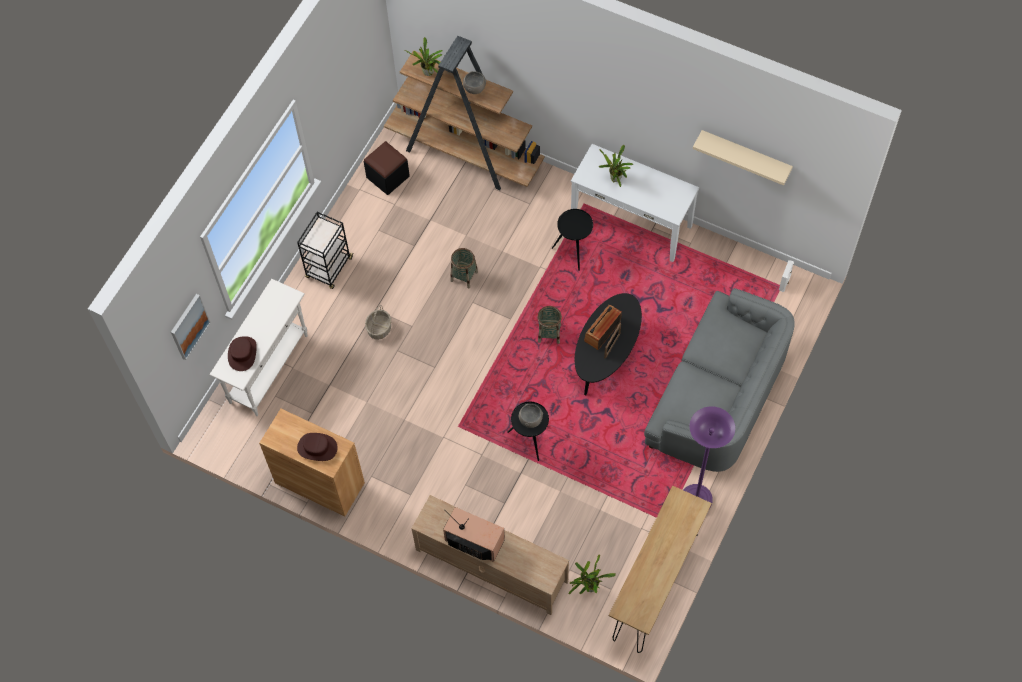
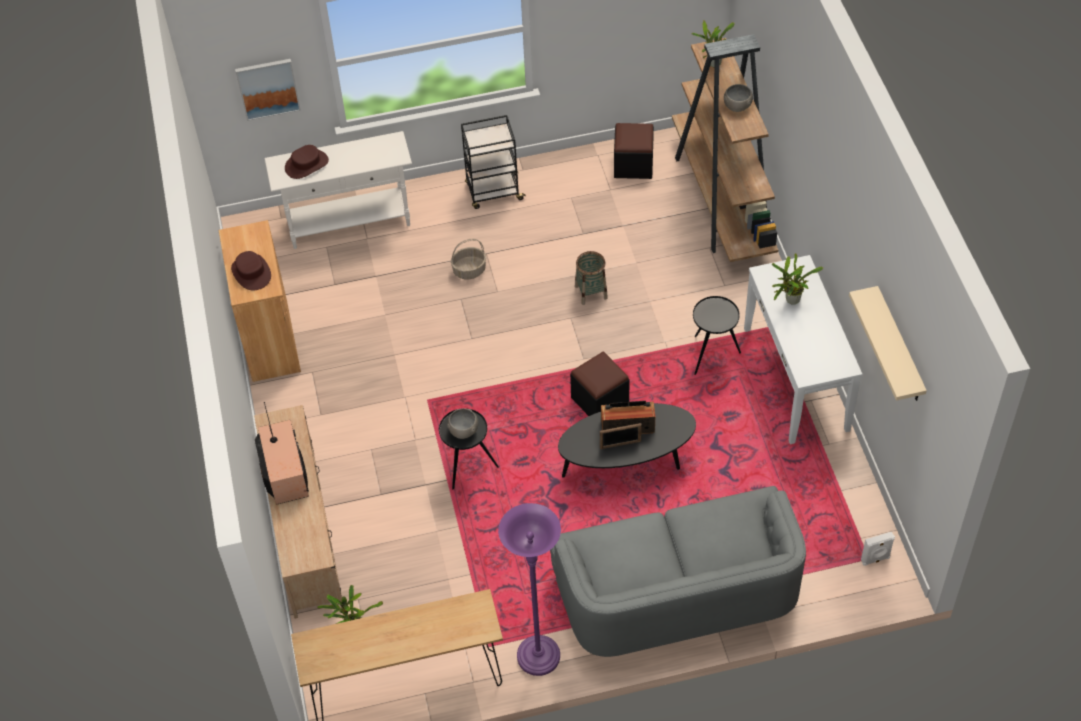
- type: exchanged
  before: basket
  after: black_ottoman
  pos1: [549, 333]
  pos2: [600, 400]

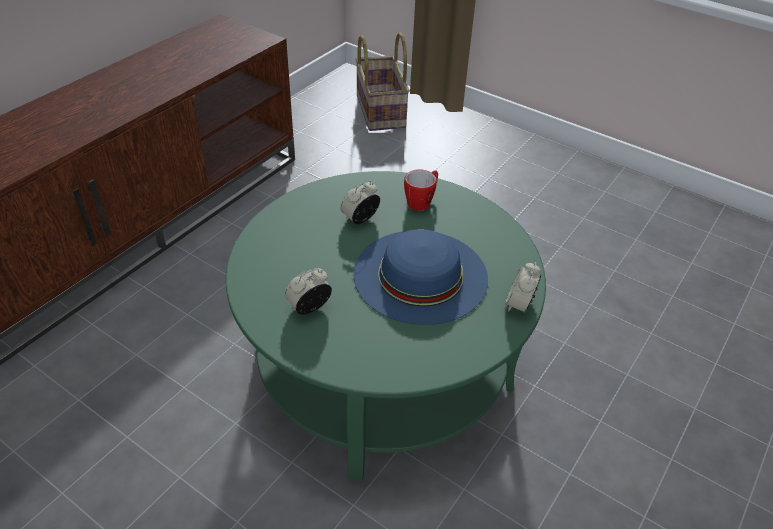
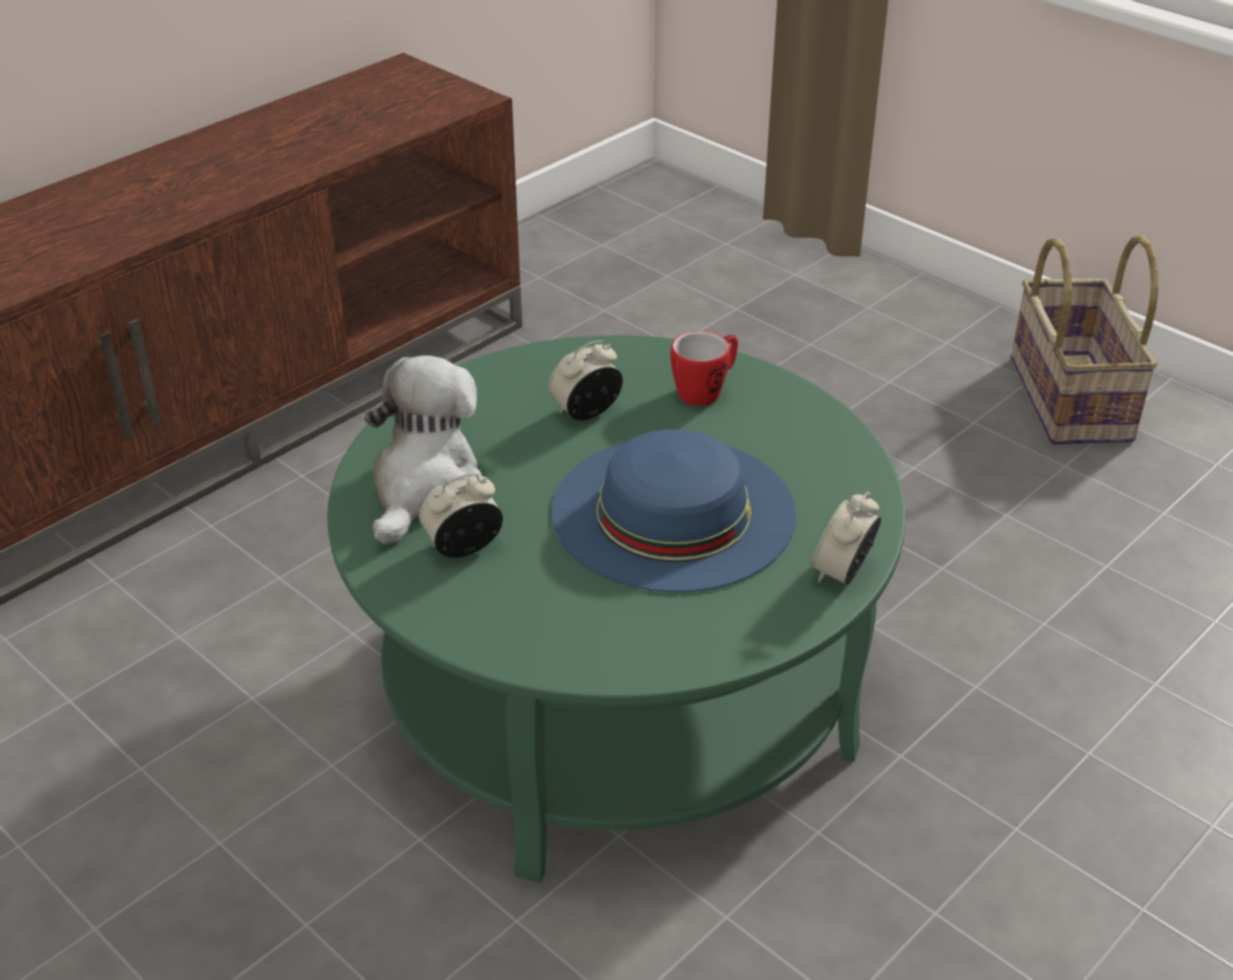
- type: appeared
  after: plush_toy
  pos2: [423, 485]
- type: relocated
  before: basket
  pos1: [379, 111]
  pos2: [1067, 398]

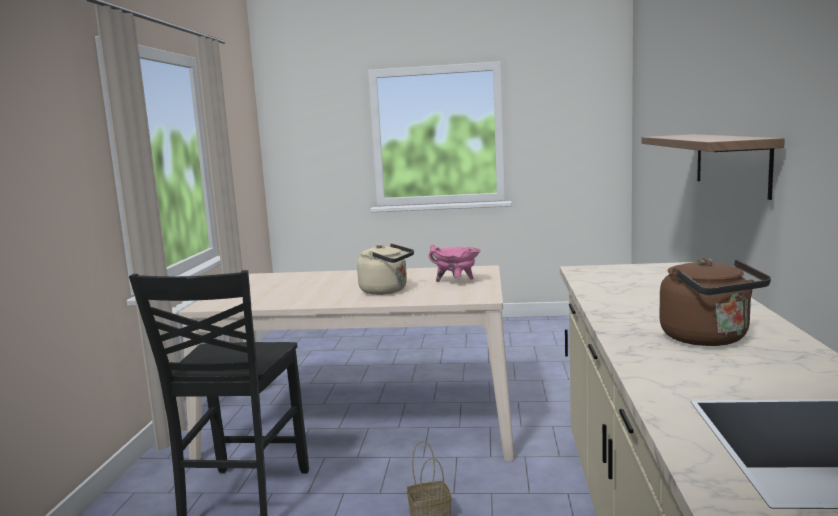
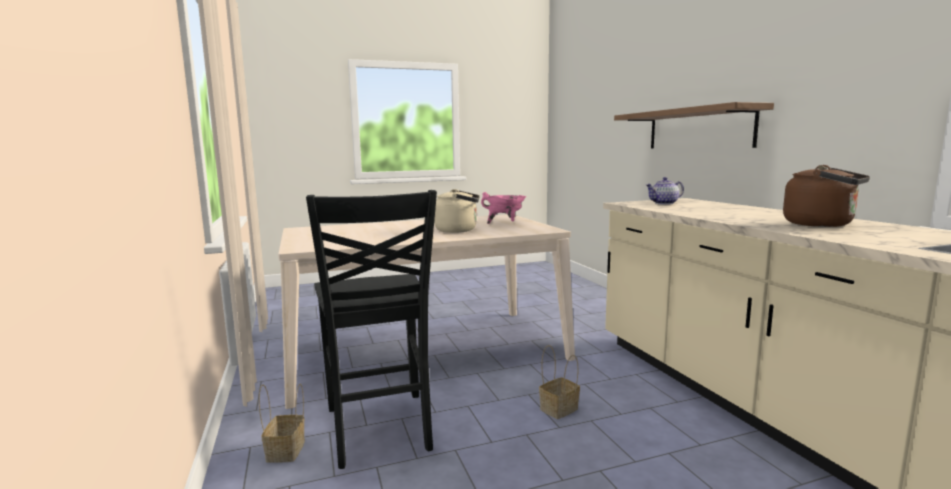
- type: appeared
  after: basket
  pos2: [286, 451]
- type: appeared
  after: teapot
  pos2: [664, 203]

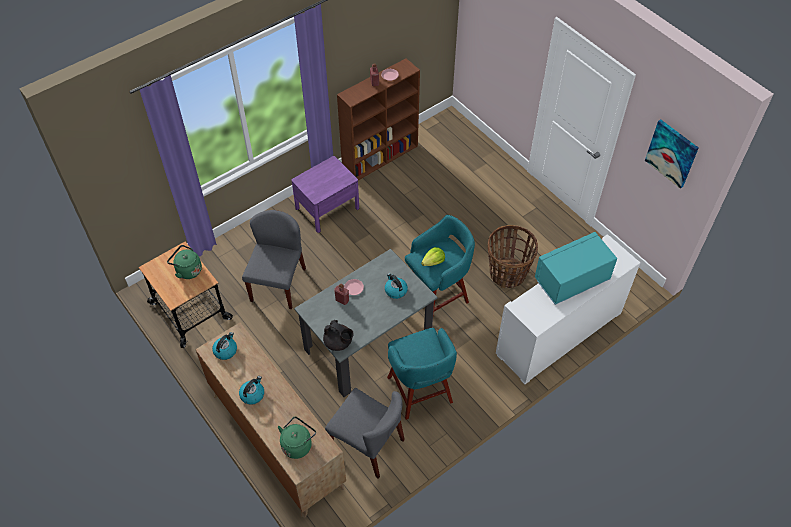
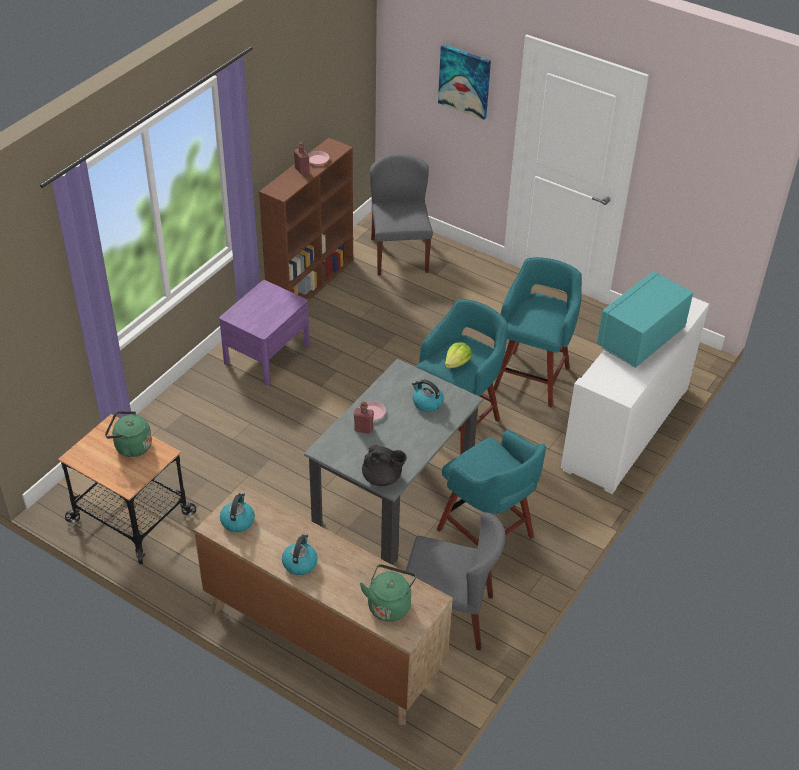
- type: relocated
  before: grey_chair
  pos1: [278, 284]
  pos2: [399, 254]
- type: relocated
  before: picture
  pos1: [672, 153]
  pos2: [464, 81]
- type: exchanged
  before: basket
  after: turquoise_stool
  pos1: [507, 273]
  pos2: [532, 377]

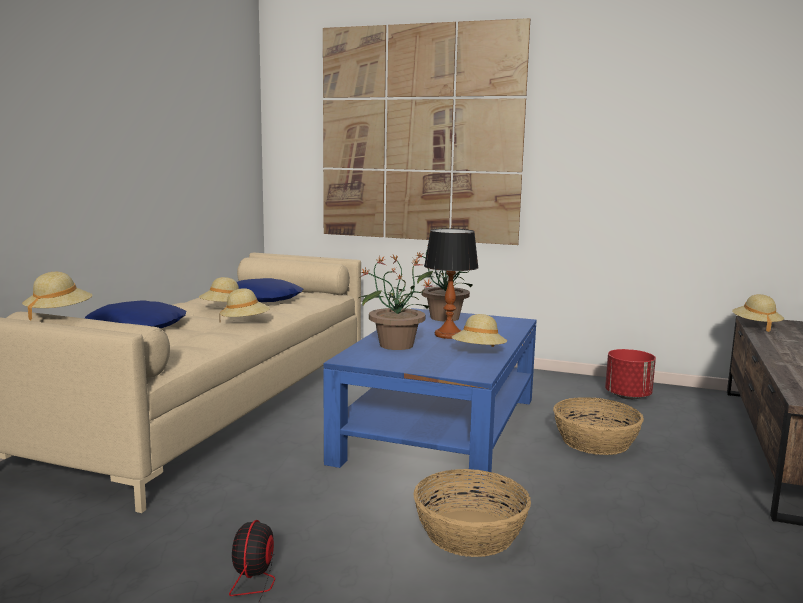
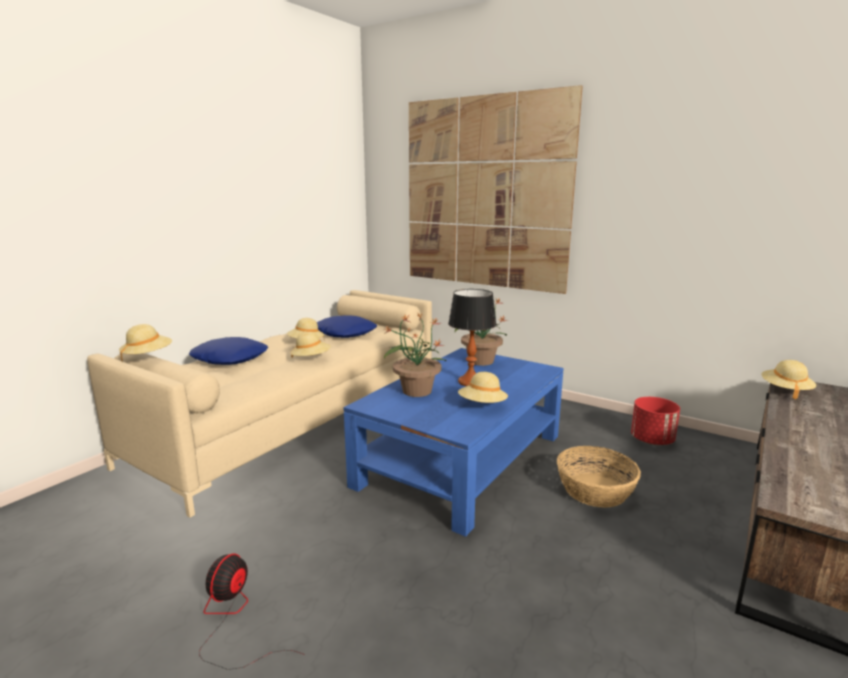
- type: missing
  before: basket
  pos1: [470, 533]

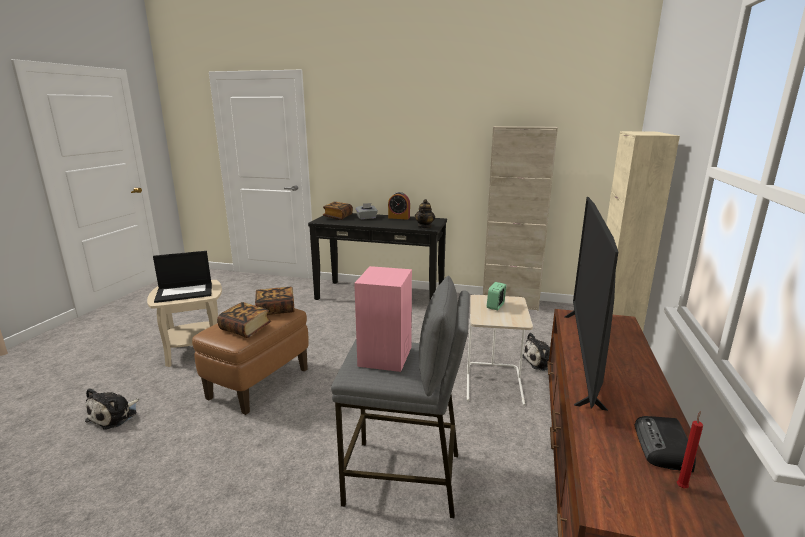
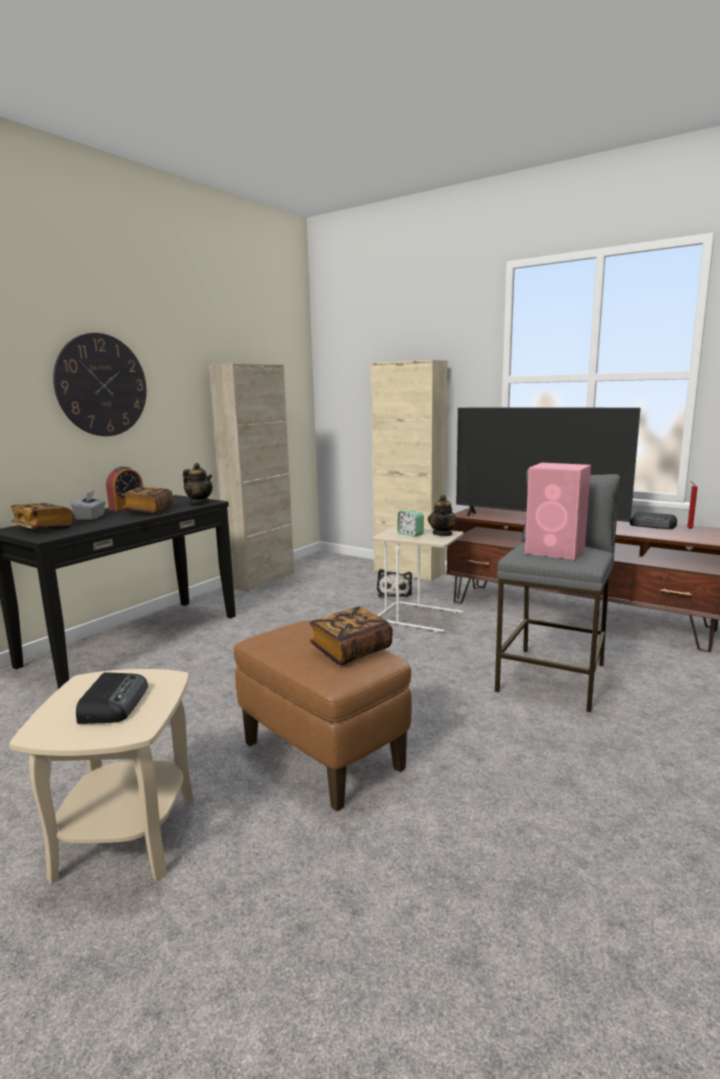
- type: appeared
  after: wall_clock
  pos2: [102, 385]
- type: exchanged
  before: laptop
  after: radio
  pos1: [185, 292]
  pos2: [114, 703]
- type: relocated
  before: book
  pos1: [276, 310]
  pos2: [148, 511]
- type: appeared
  after: teapot
  pos2: [442, 534]
- type: missing
  before: plush_toy
  pos1: [114, 416]

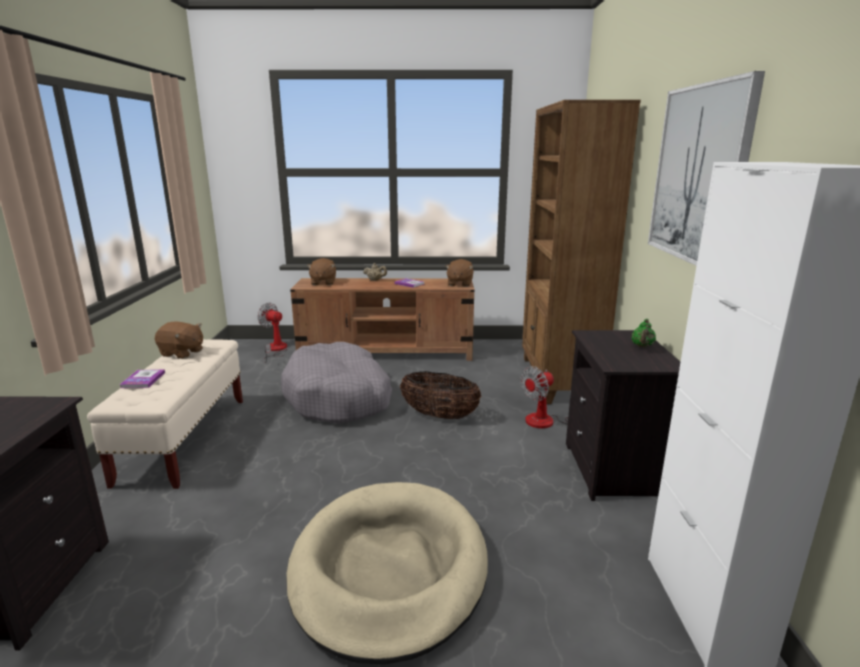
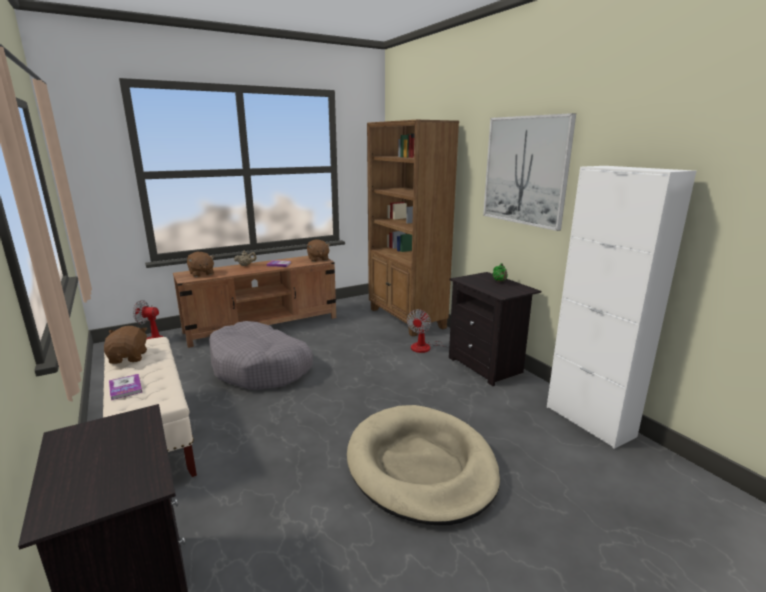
- type: spun
  before: brown_plush_toy
  pos1: [182, 353]
  pos2: [129, 357]
  turn: -90
- type: missing
  before: basket
  pos1: [439, 416]

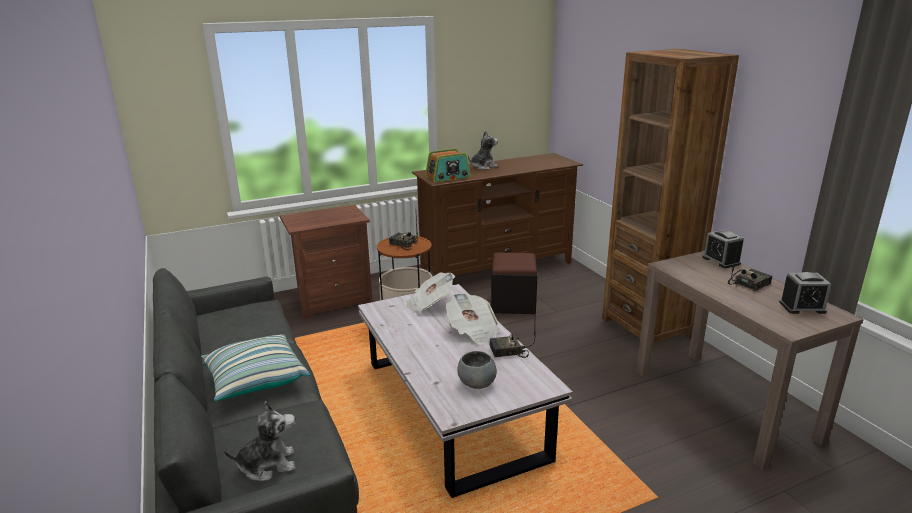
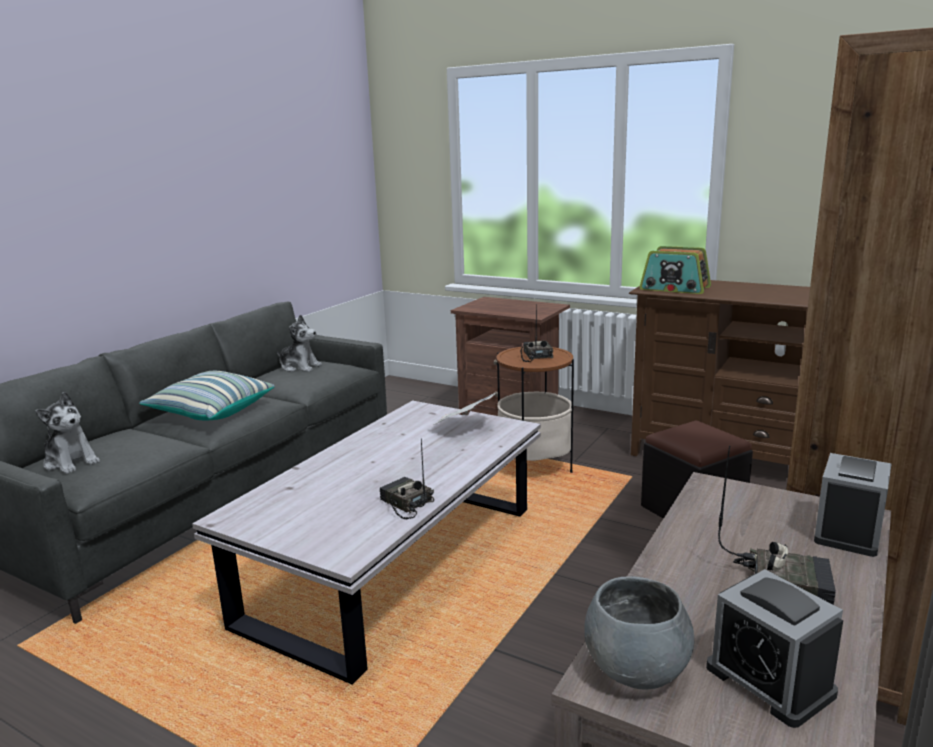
- type: relocated
  before: plush_toy
  pos1: [483, 167]
  pos2: [299, 367]
- type: relocated
  before: grey_bowl
  pos1: [477, 383]
  pos2: [637, 669]
- type: missing
  before: newspaper
  pos1: [472, 331]

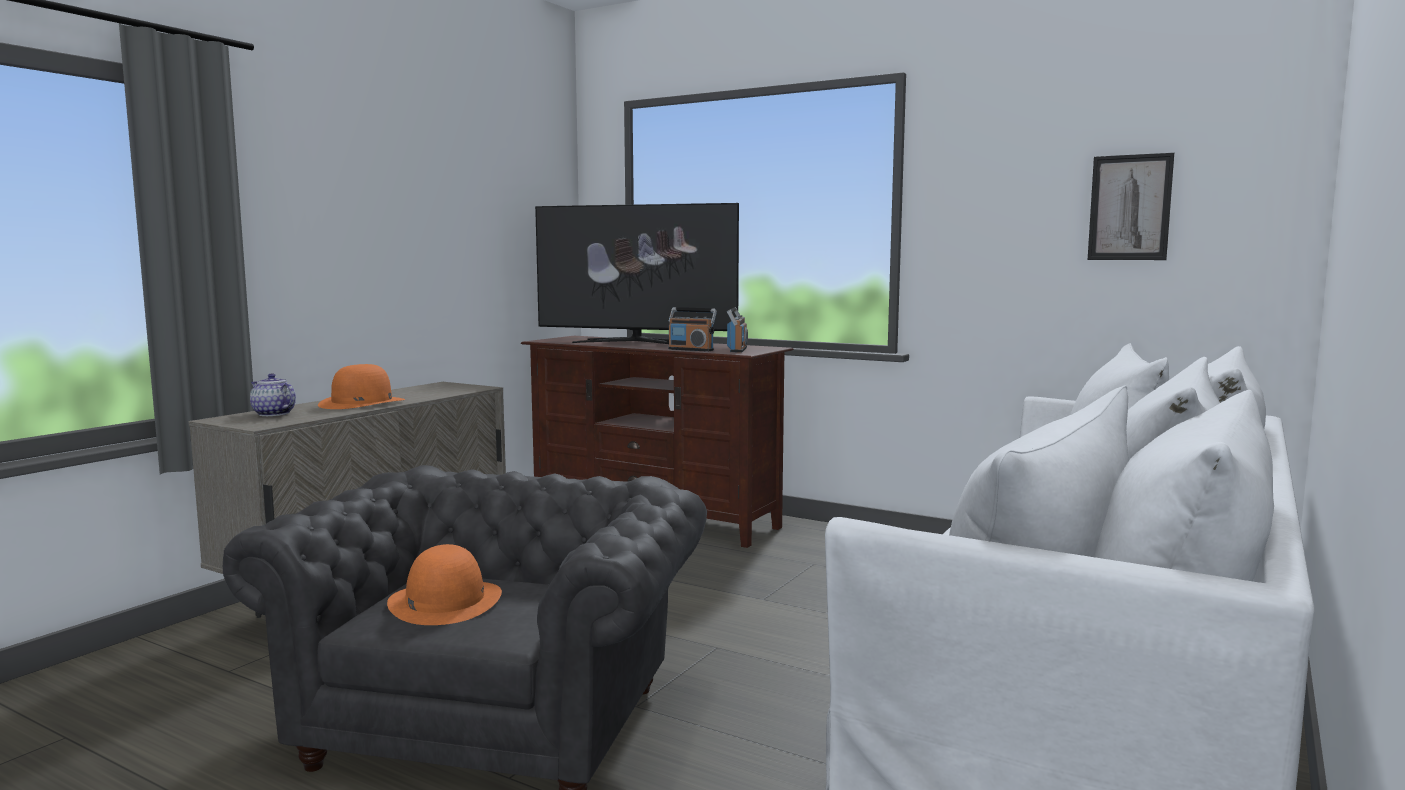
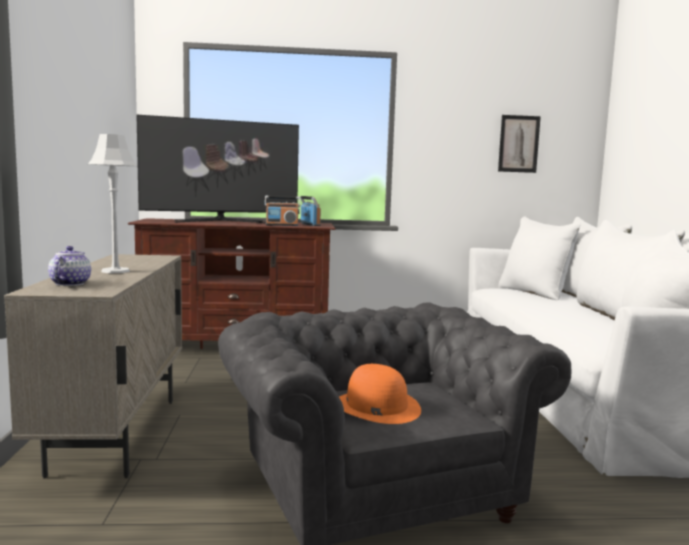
- type: spun
  before: teapot
  pos1: [273, 414]
  pos2: [70, 283]
  turn: 90
- type: exchanged
  before: orange_hat
  after: grey_table_lamp
  pos1: [362, 403]
  pos2: [115, 271]

